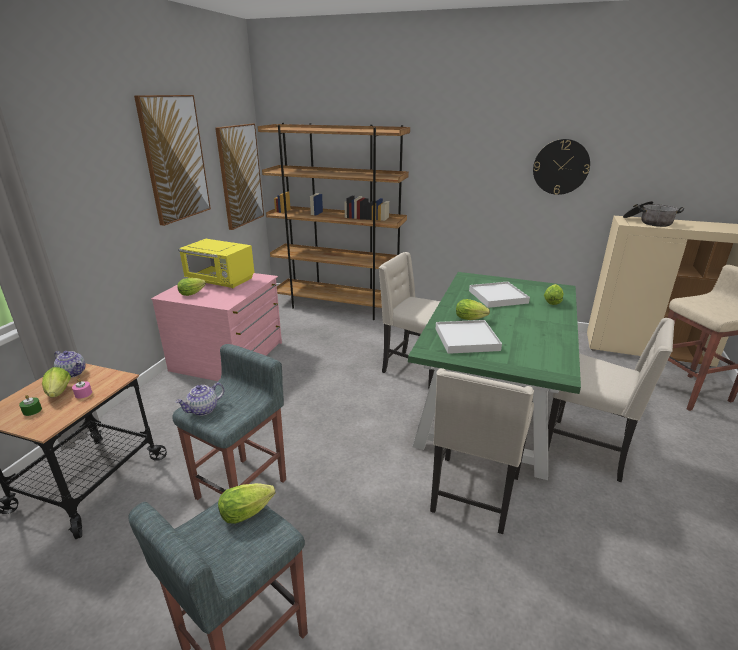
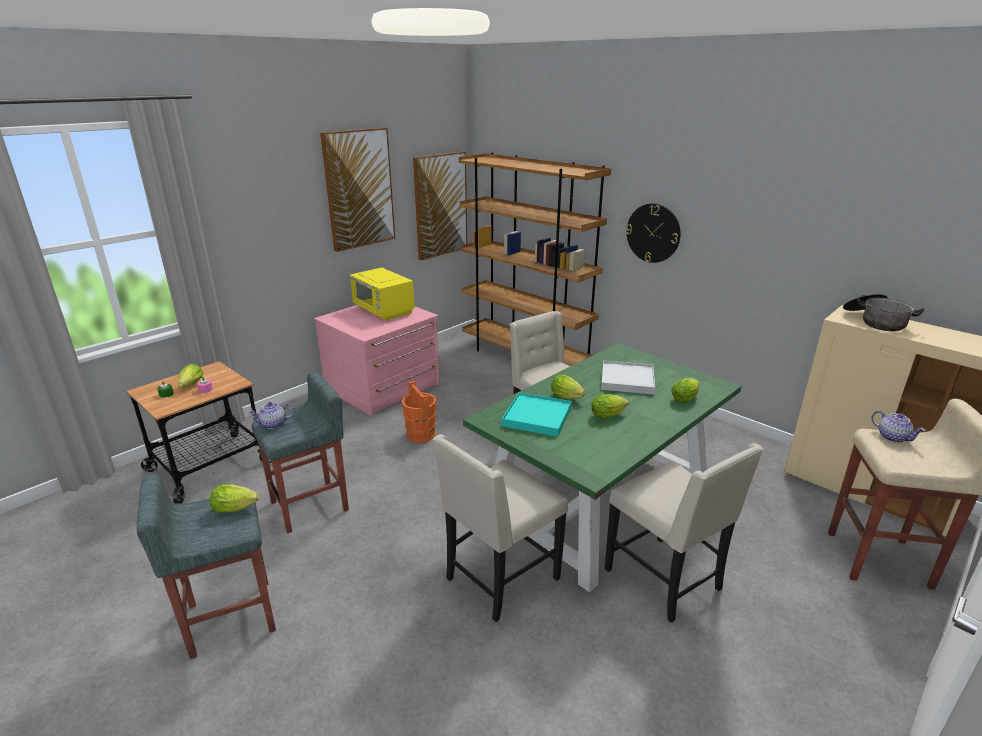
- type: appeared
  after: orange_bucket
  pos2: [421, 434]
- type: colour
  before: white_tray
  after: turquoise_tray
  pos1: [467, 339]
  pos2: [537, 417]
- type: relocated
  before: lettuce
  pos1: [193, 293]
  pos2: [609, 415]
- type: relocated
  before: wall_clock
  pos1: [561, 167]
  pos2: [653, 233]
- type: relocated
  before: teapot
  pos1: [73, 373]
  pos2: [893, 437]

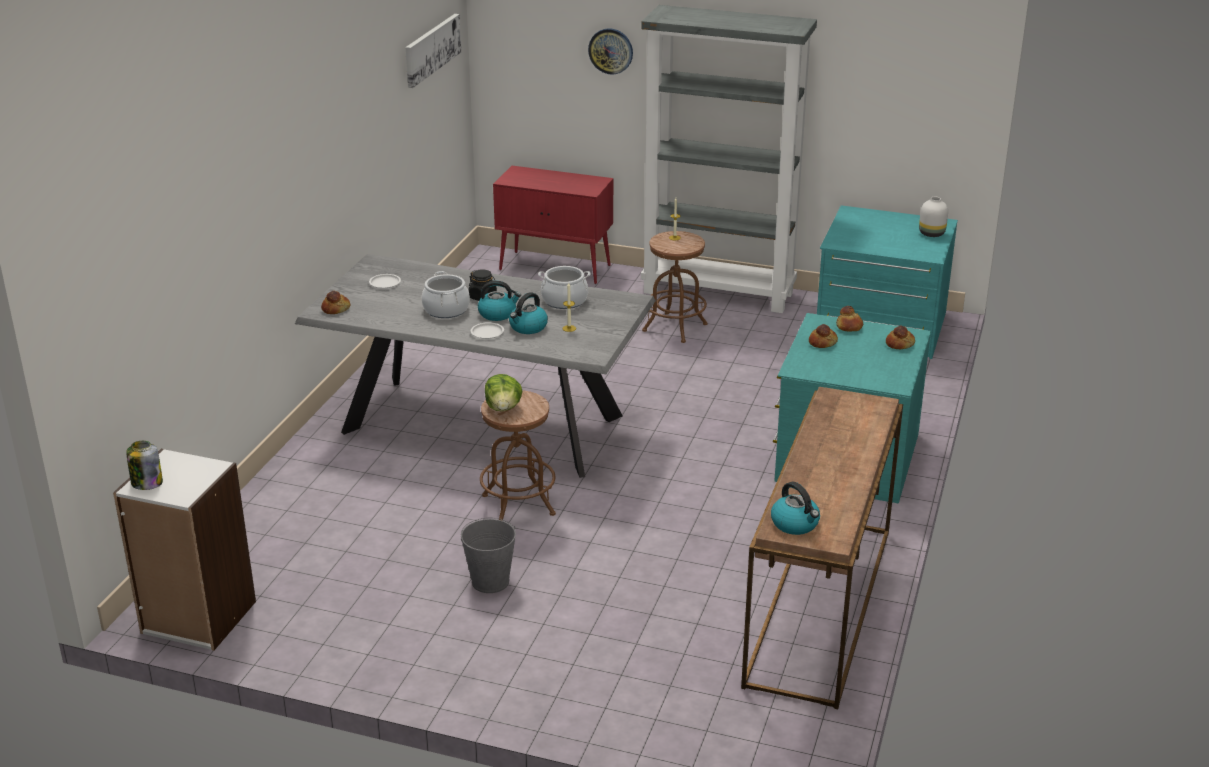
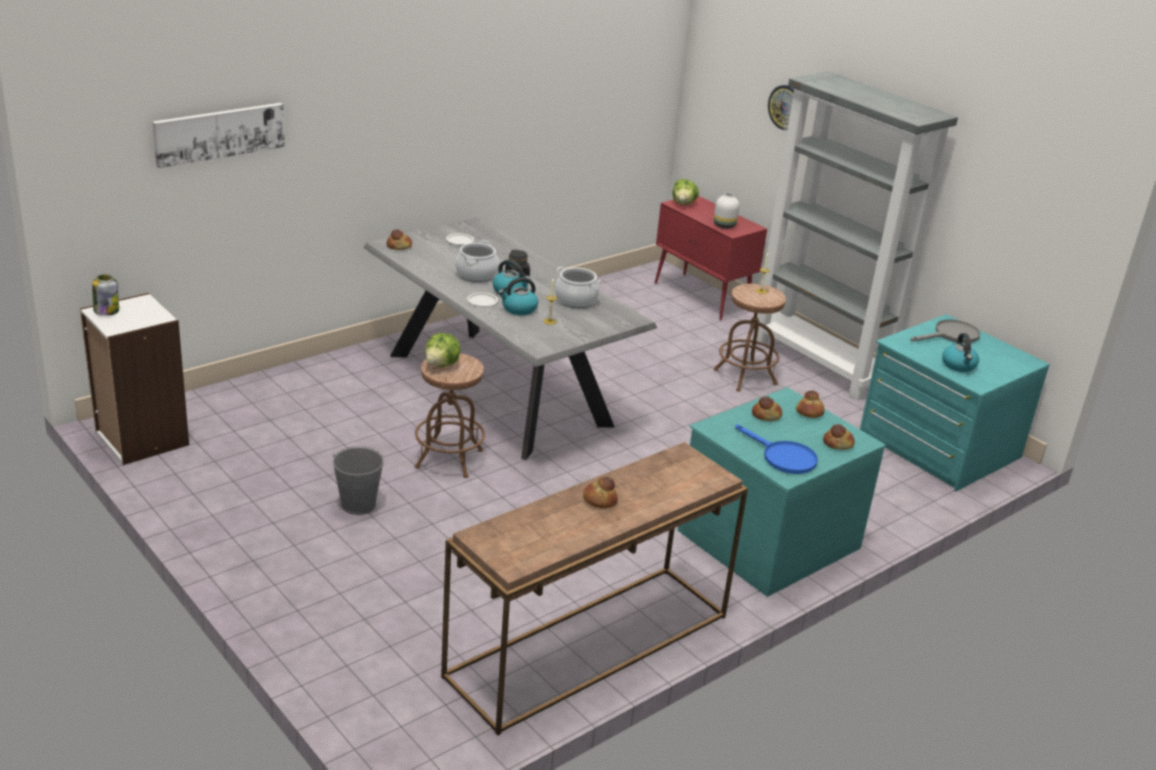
- type: relocated
  before: picture
  pos1: [431, 49]
  pos2: [219, 133]
- type: appeared
  after: bread
  pos2: [600, 500]
- type: appeared
  after: lettuce
  pos2: [683, 203]
- type: relocated
  before: white_vase
  pos1: [931, 233]
  pos2: [724, 225]
- type: appeared
  after: blue_frying_pan
  pos2: [782, 457]
- type: appeared
  after: grey_frying_pan
  pos2: [951, 335]
- type: relocated
  before: kettle
  pos1: [795, 524]
  pos2: [959, 365]

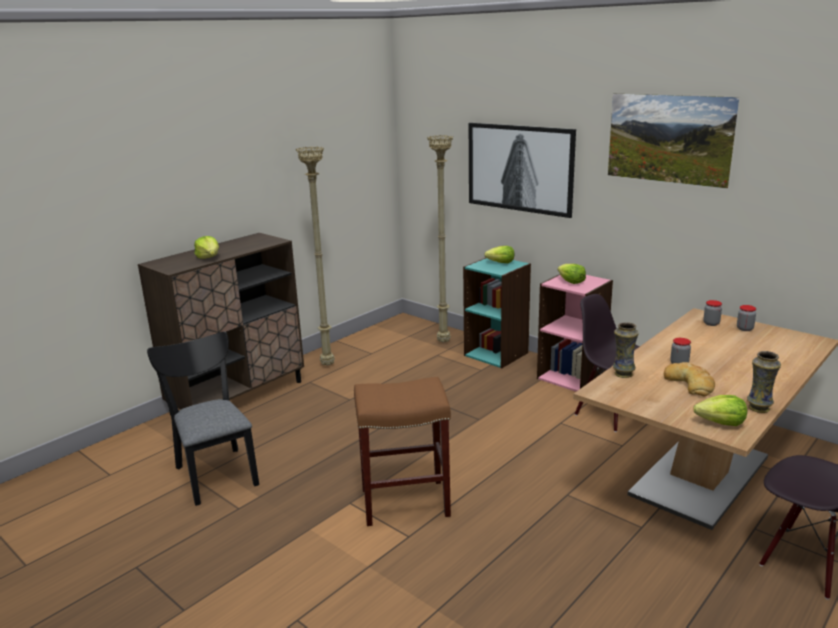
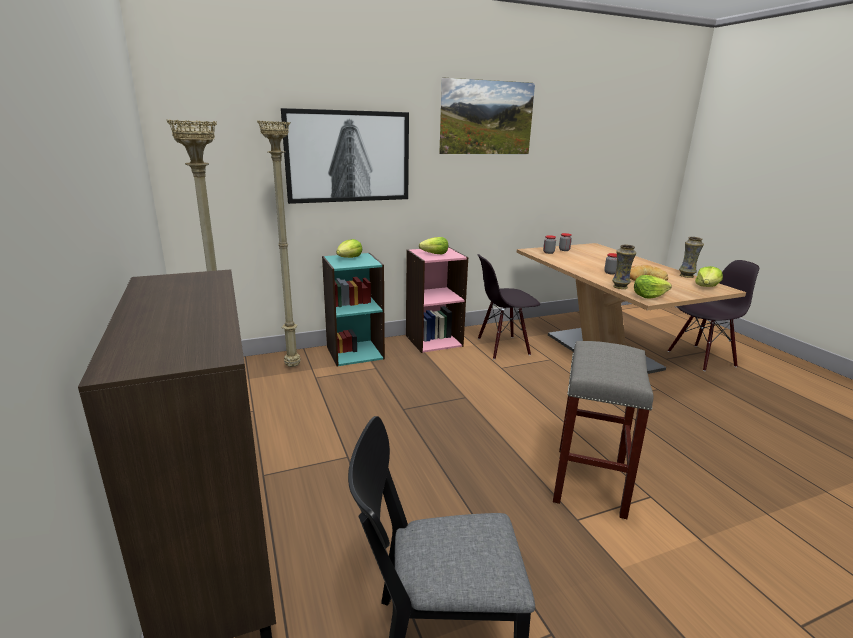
- type: colour
  before: brown_stool
  after: grey_stool
  pos1: [406, 501]
  pos2: [589, 480]
- type: relocated
  before: lettuce
  pos1: [209, 257]
  pos2: [648, 296]

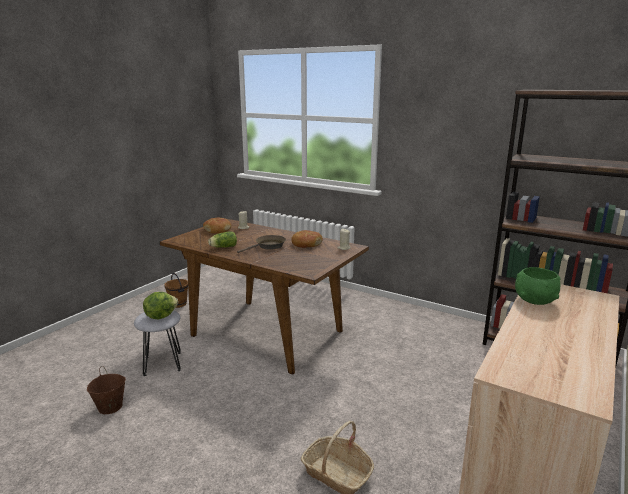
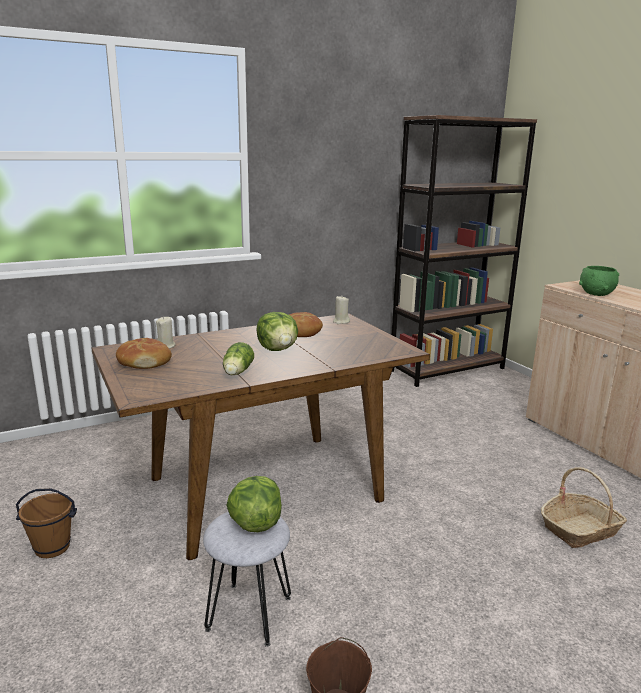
- type: exchanged
  before: brown_frying_pan
  after: lettuce
  pos1: [268, 246]
  pos2: [278, 349]

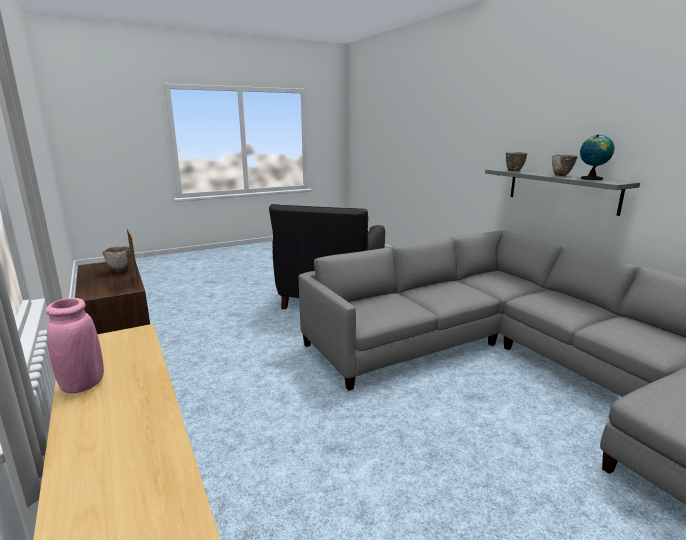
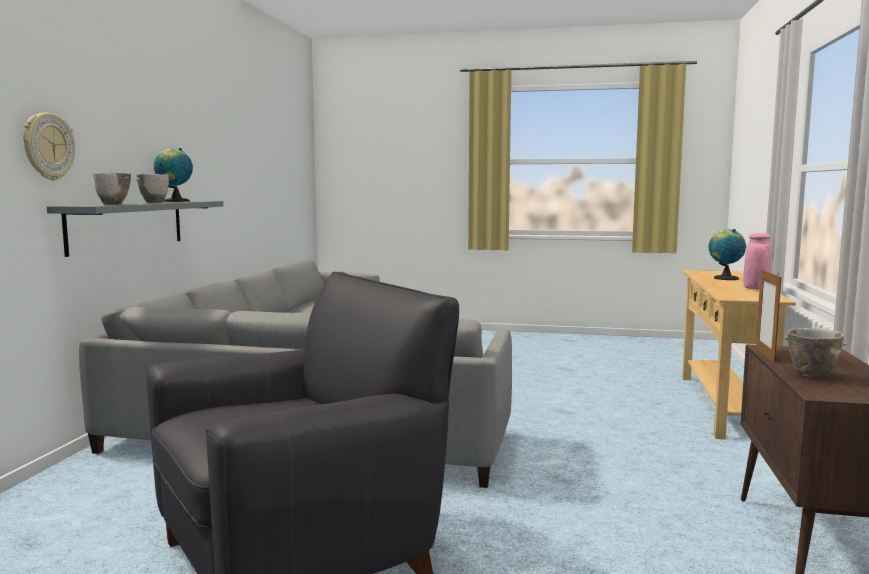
- type: appeared
  after: wall_clock
  pos2: [48, 146]
- type: appeared
  after: globe
  pos2: [724, 278]

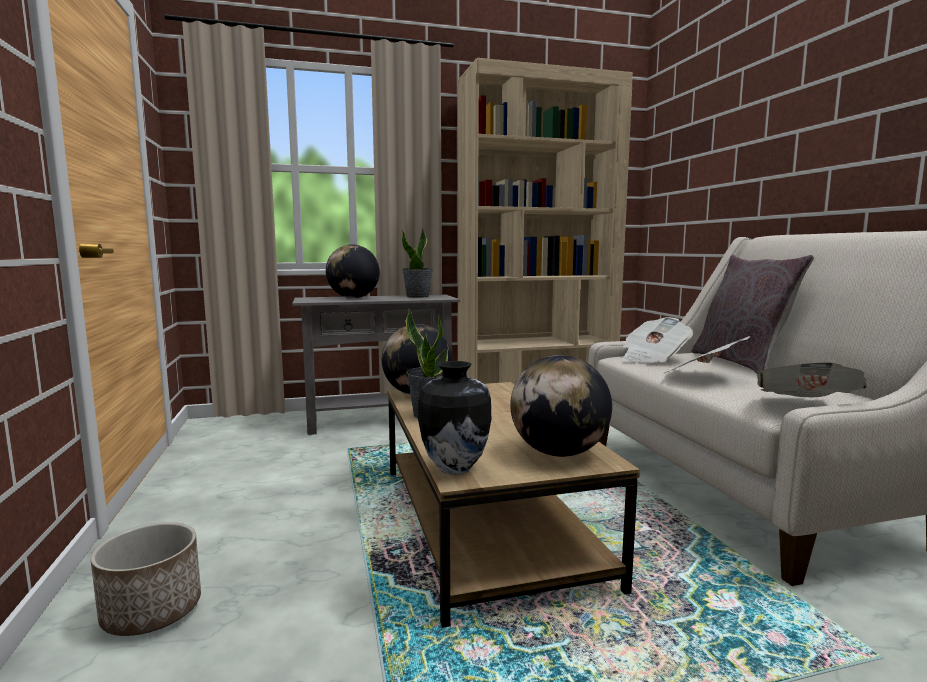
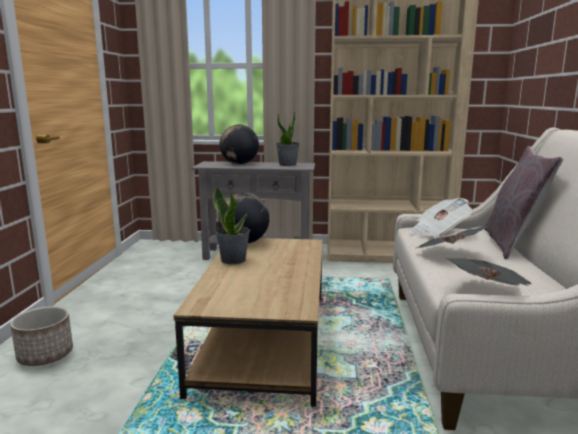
- type: missing
  before: vase
  pos1: [454, 468]
- type: missing
  before: globe
  pos1: [559, 453]

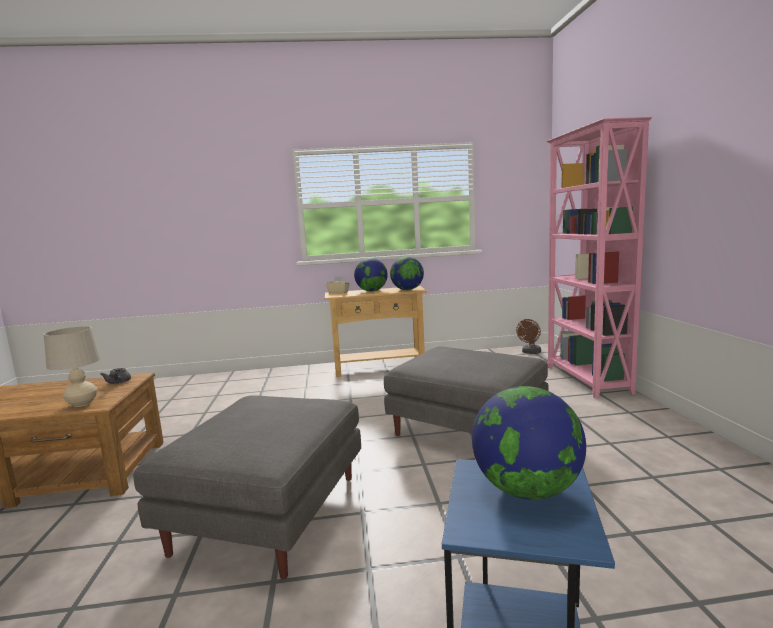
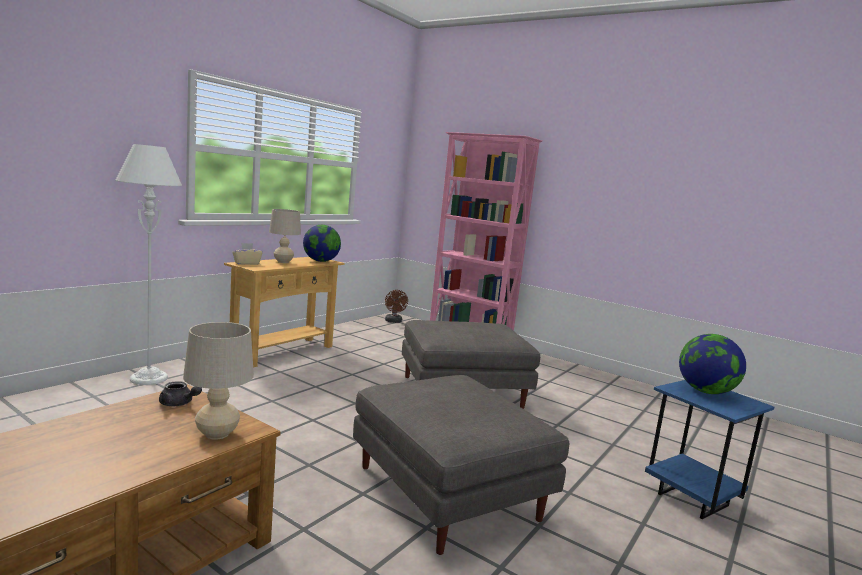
- type: appeared
  after: white_floor_lamp
  pos2: [149, 378]
- type: exchanged
  before: globe
  after: beige_table_lamp
  pos1: [372, 291]
  pos2: [283, 262]

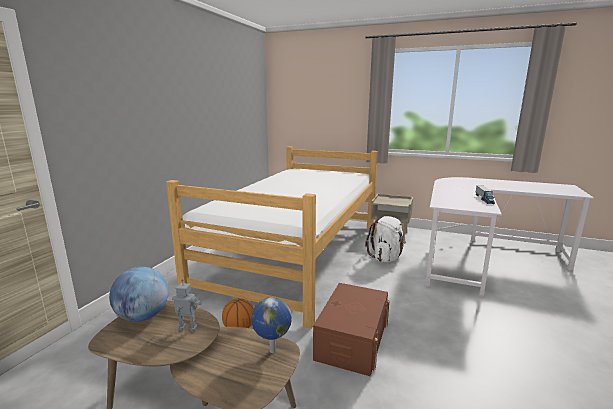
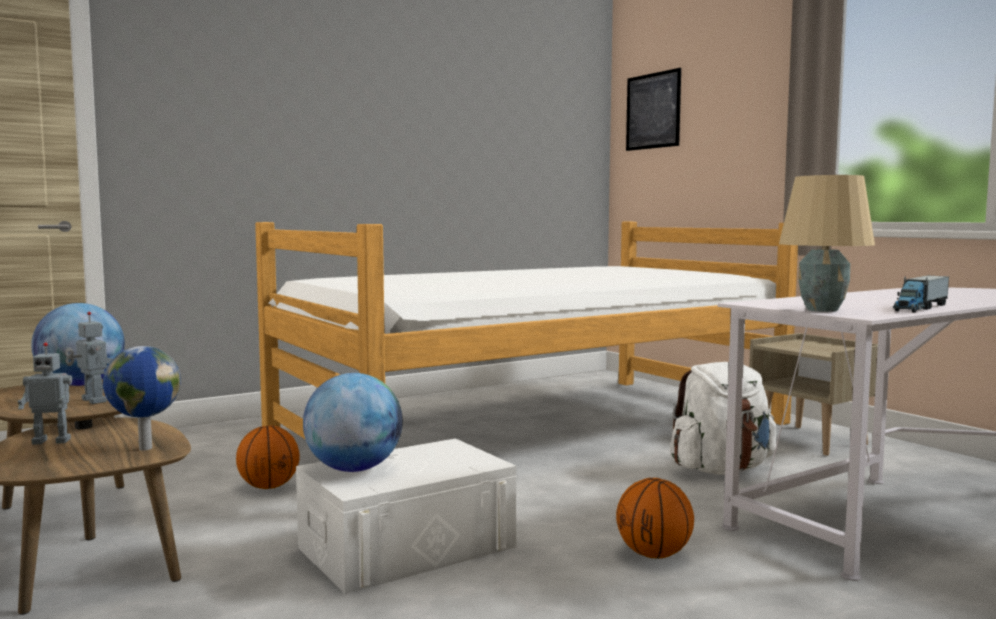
- type: appeared
  after: toy_robot
  pos2: [52, 441]
- type: colour
  before: brown_storage_box
  after: white_storage_box
  pos1: [352, 340]
  pos2: [407, 547]
- type: appeared
  after: globe
  pos2: [354, 469]
- type: appeared
  after: basketball
  pos2: [653, 554]
- type: appeared
  after: picture
  pos2: [653, 111]
- type: appeared
  after: beige_table_lamp
  pos2: [822, 310]

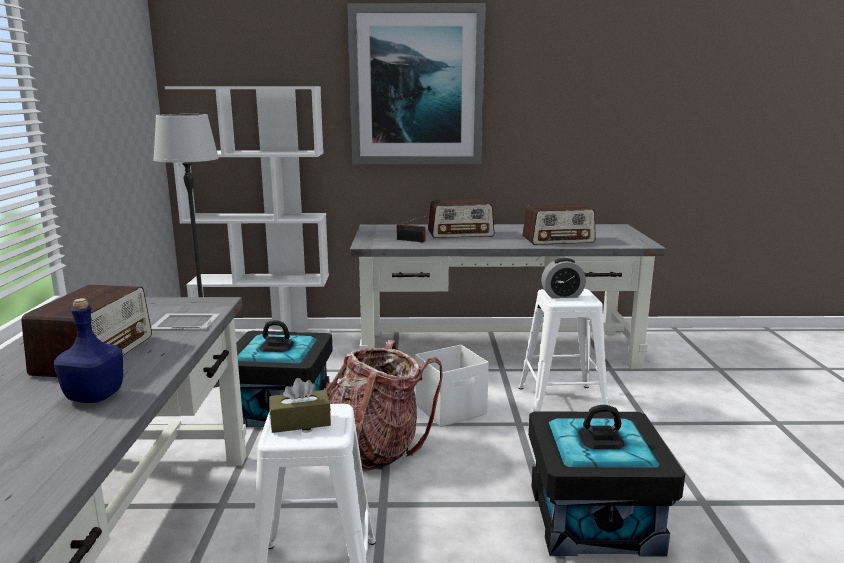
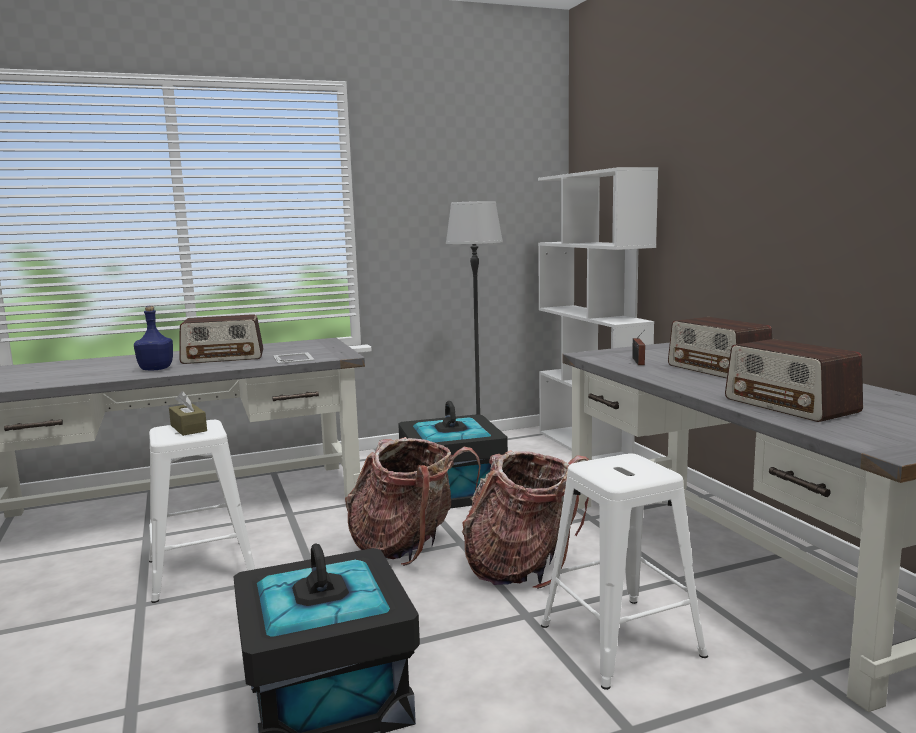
- type: exchanged
  before: white_storage_box
  after: backpack
  pos1: [451, 410]
  pos2: [523, 568]
- type: missing
  before: picture
  pos1: [416, 86]
- type: missing
  before: alarm_clock
  pos1: [562, 295]

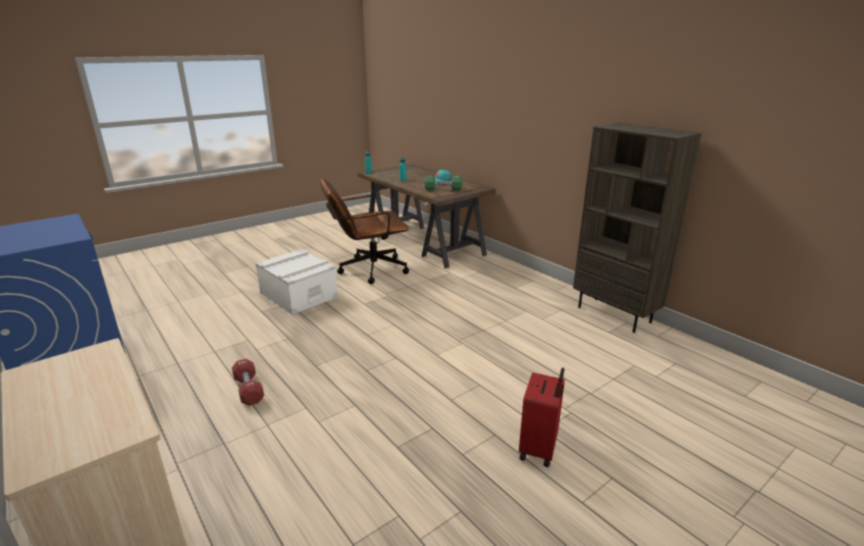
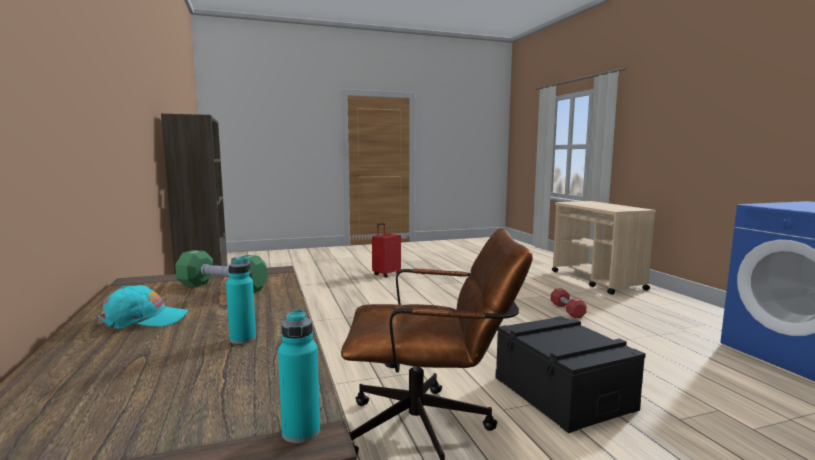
- type: colour
  before: white_storage_box
  after: black_storage_box
  pos1: [298, 295]
  pos2: [563, 393]

